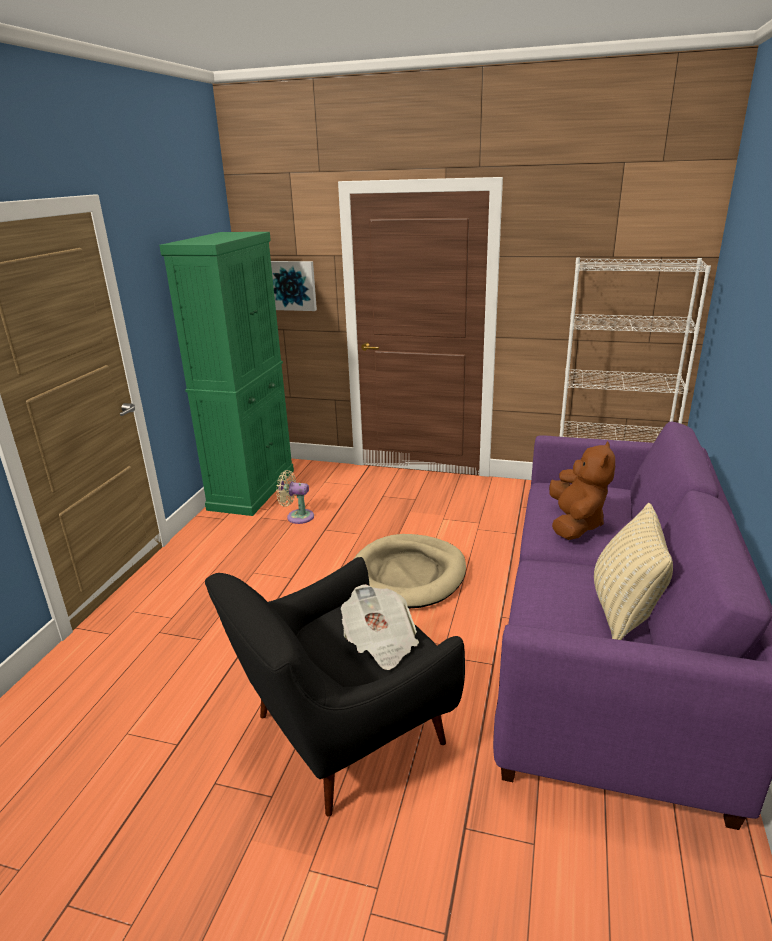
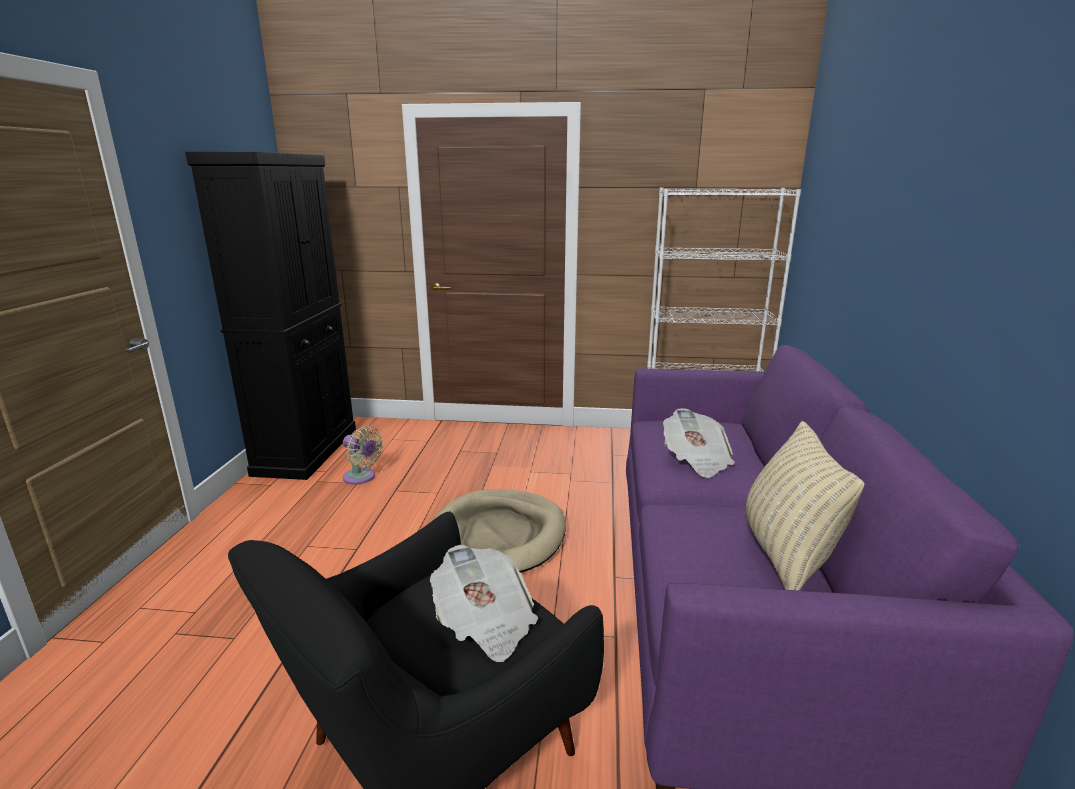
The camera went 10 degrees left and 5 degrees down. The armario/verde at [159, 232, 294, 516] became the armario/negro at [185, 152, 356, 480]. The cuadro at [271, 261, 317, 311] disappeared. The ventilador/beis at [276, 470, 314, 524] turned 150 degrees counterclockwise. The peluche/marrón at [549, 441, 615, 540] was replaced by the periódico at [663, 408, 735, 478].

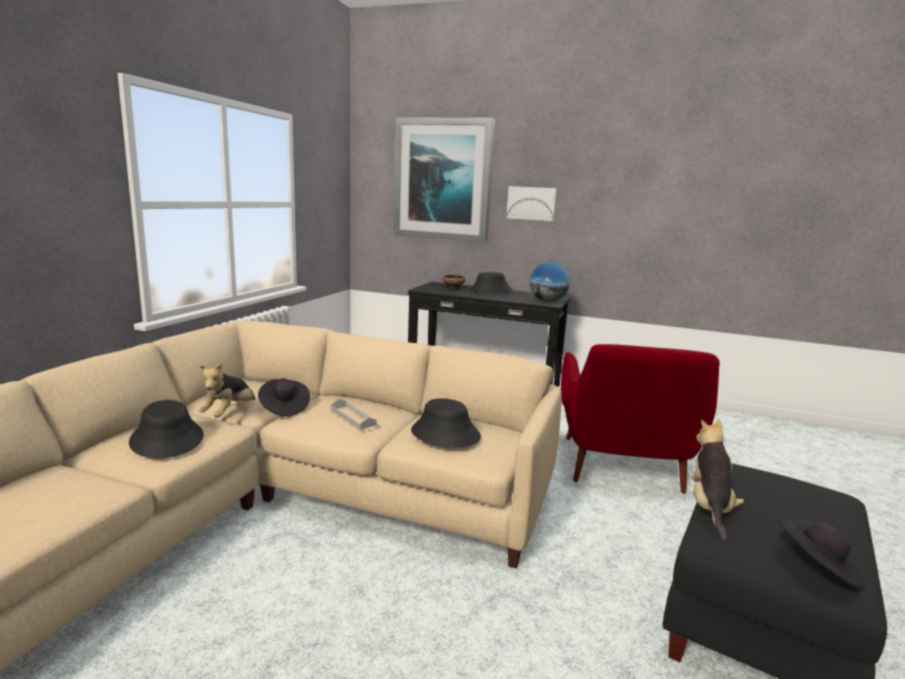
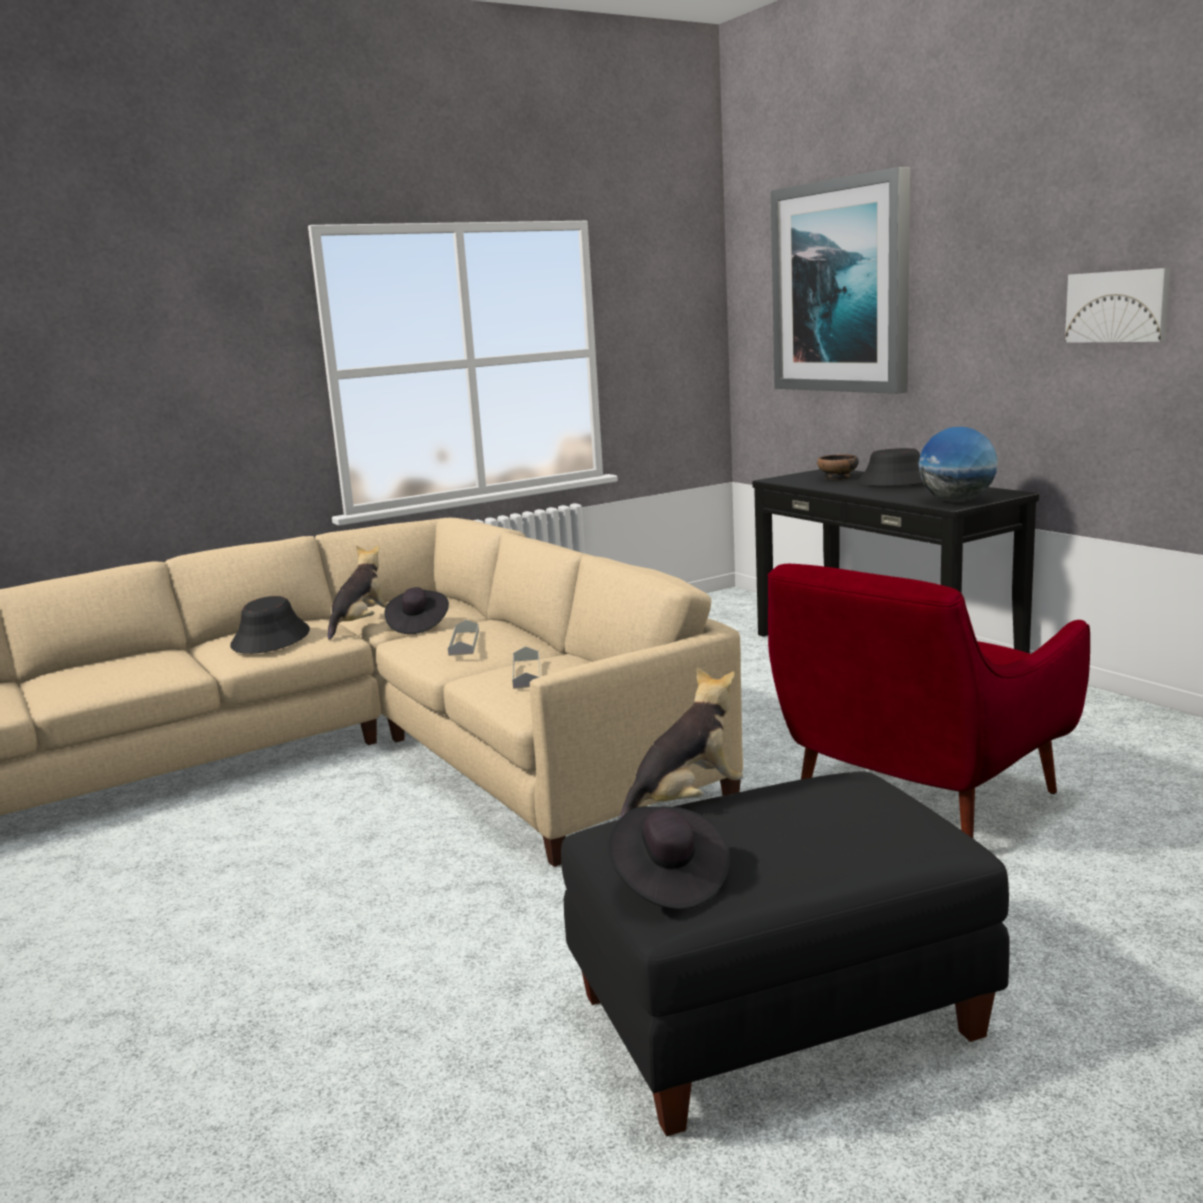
The camera went 40 degrees right and 0 degrees up. The peluche at [199, 363, 256, 418] turned 150 degrees clockwise. The sombrero/negro at [411, 398, 481, 447] was replaced by the bandeja/gris at [512, 646, 540, 689]. The cuadro moved from [506, 186, 557, 221] to [1065, 268, 1170, 343].

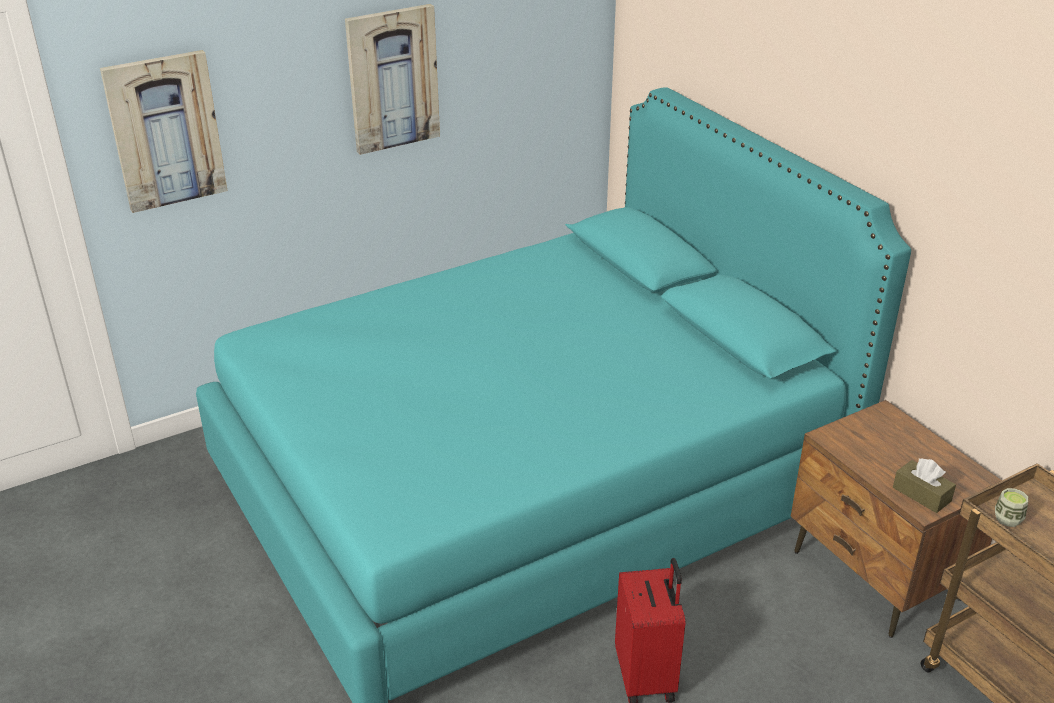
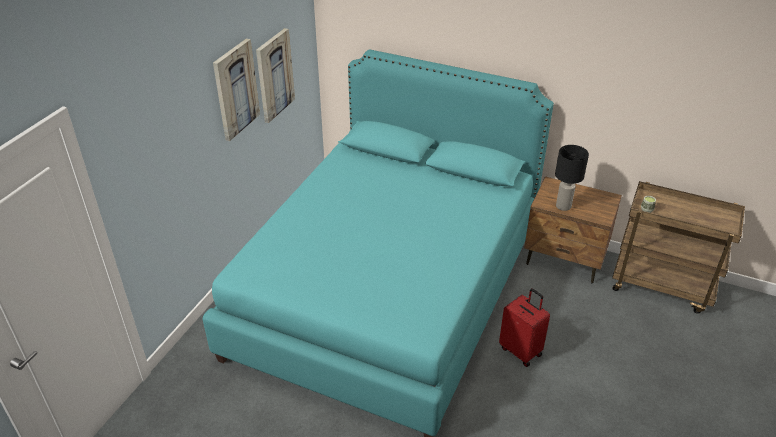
The camera went 35 degrees left and 5 degrees up. The cuadro moved from [100, 50, 227, 213] to [256, 28, 295, 123]. The caja de pañuelos/marrón at [893, 458, 956, 513] disappeared. The lámpara de mesa/negro at [555, 145, 589, 211] appeared.

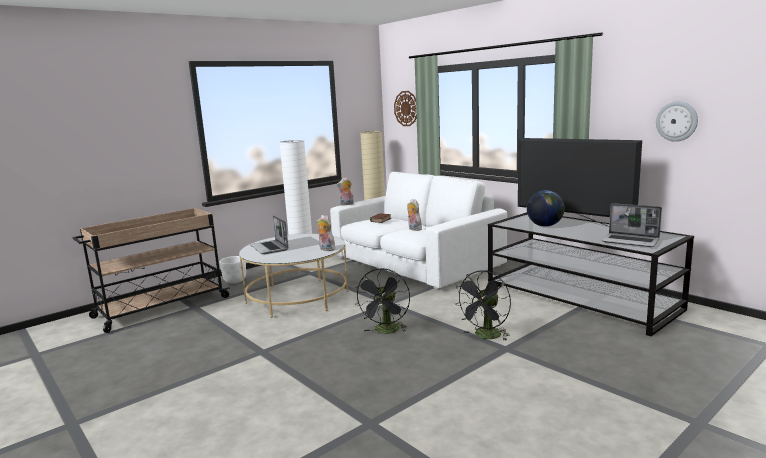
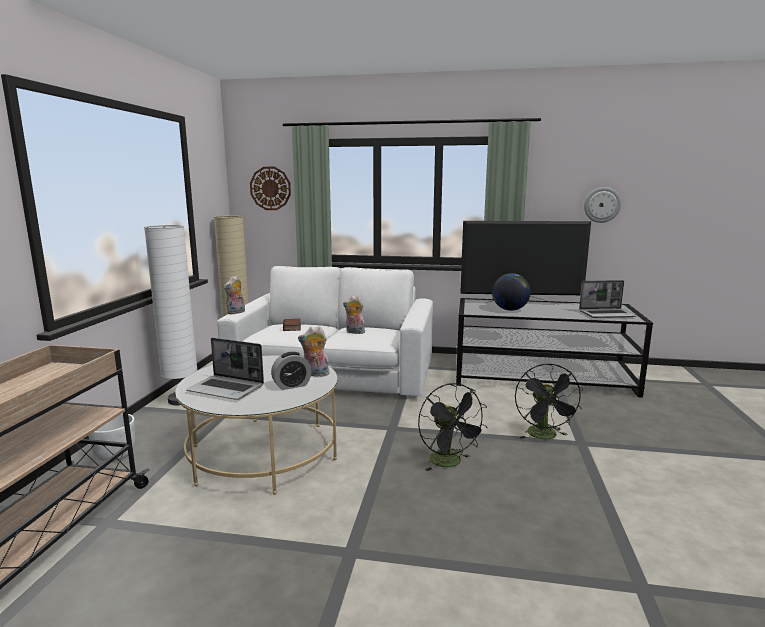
The camera went 40 degrees left and 0 degrees up. The despertador at [271, 352, 311, 390] appeared.

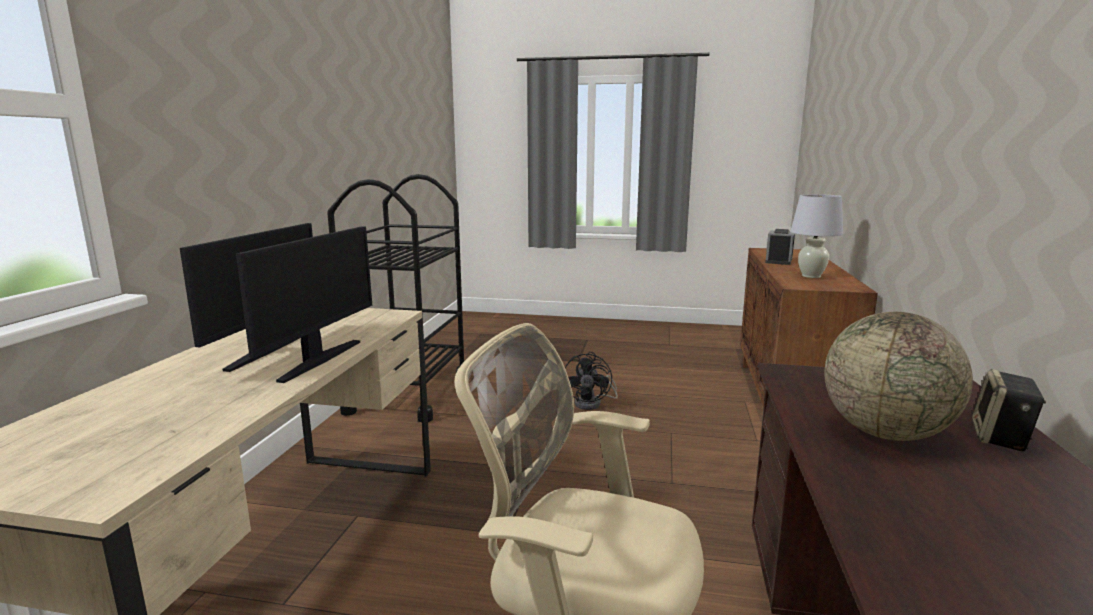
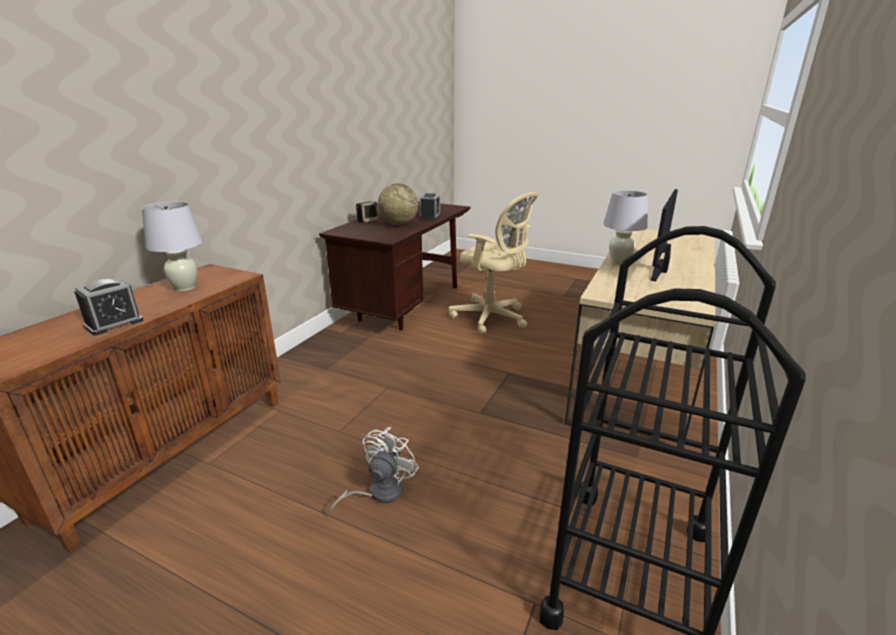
The camera went 165 degrees left and 10 degrees up. The monitor at [236, 226, 372, 383] was replaced by the lámpara de mesa/blanco at [603, 190, 648, 264]. The ventilador/negro at [565, 352, 618, 410] became the ventilador/blanco at [328, 427, 419, 516]. The despertador at [419, 193, 440, 220] appeared.

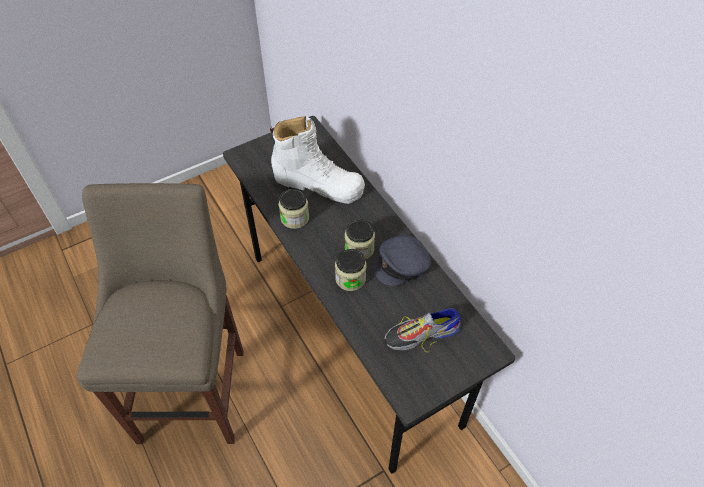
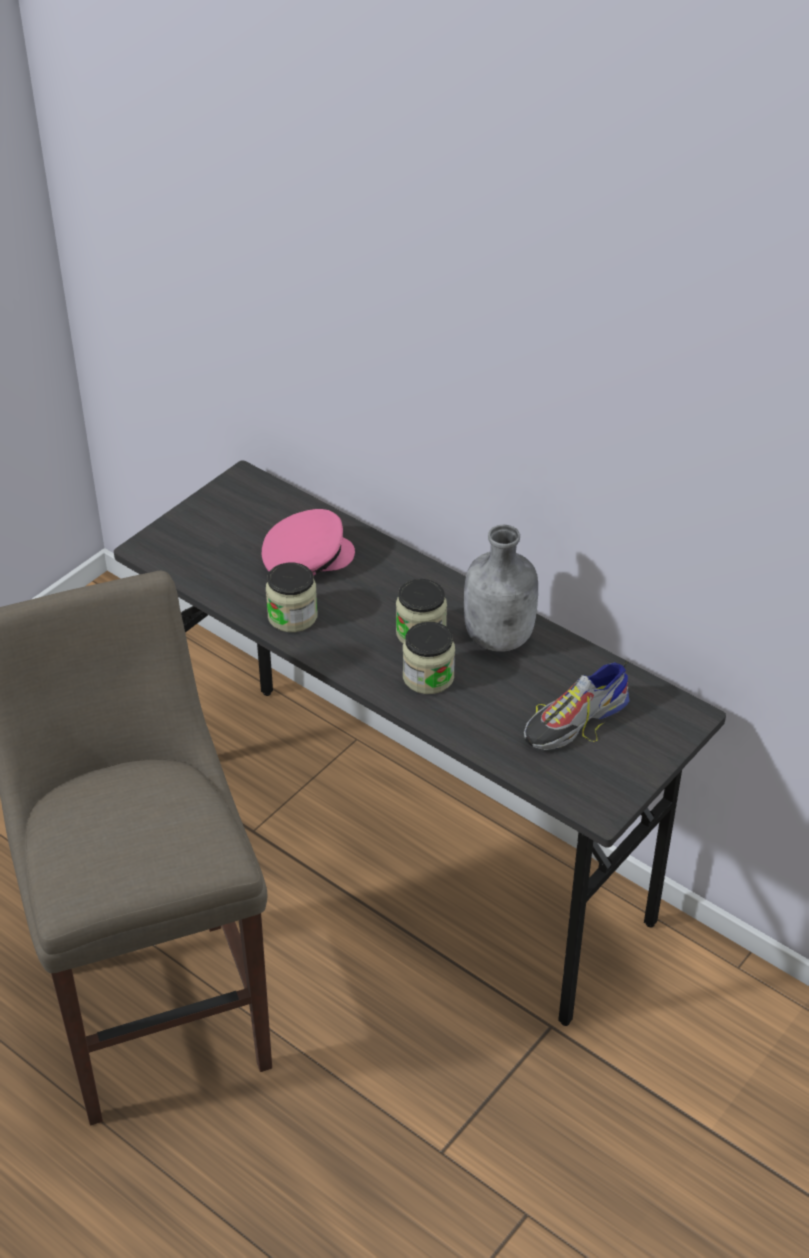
The camera went 20 degrees left and 10 degrees down. The bota/blanco at [270, 116, 365, 204] was replaced by the gorra/rosa at [262, 509, 355, 575]. The gorra/gris at [373, 235, 431, 286] was replaced by the botella/gris at [464, 525, 538, 652].

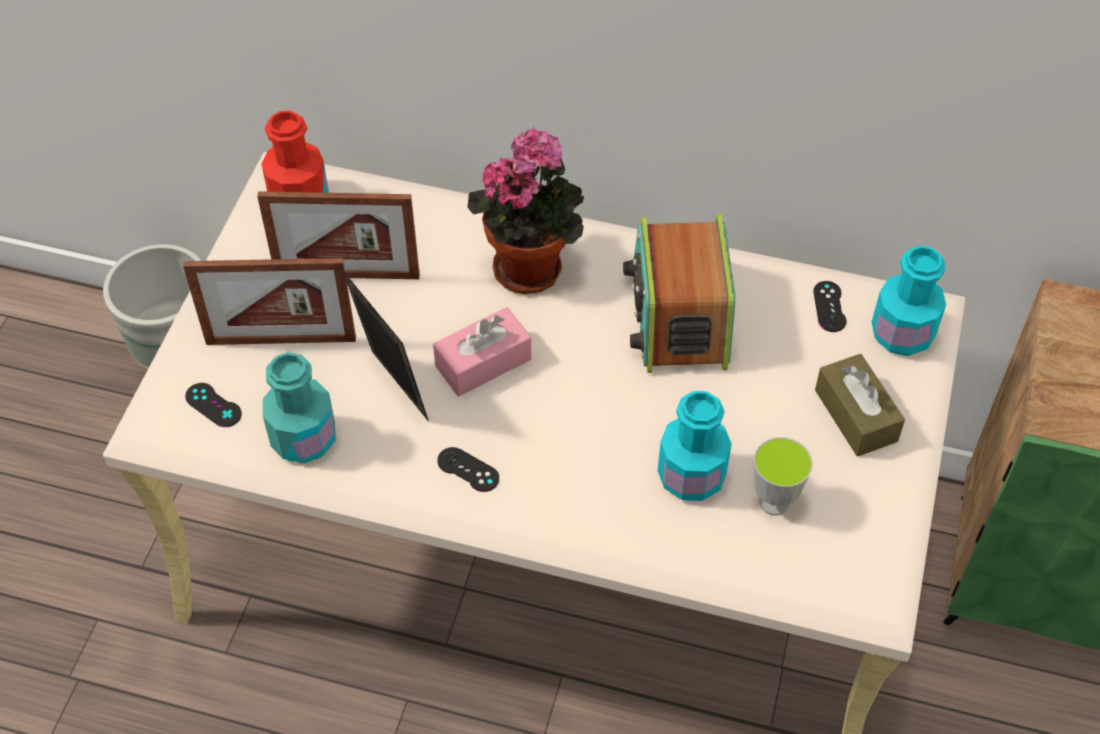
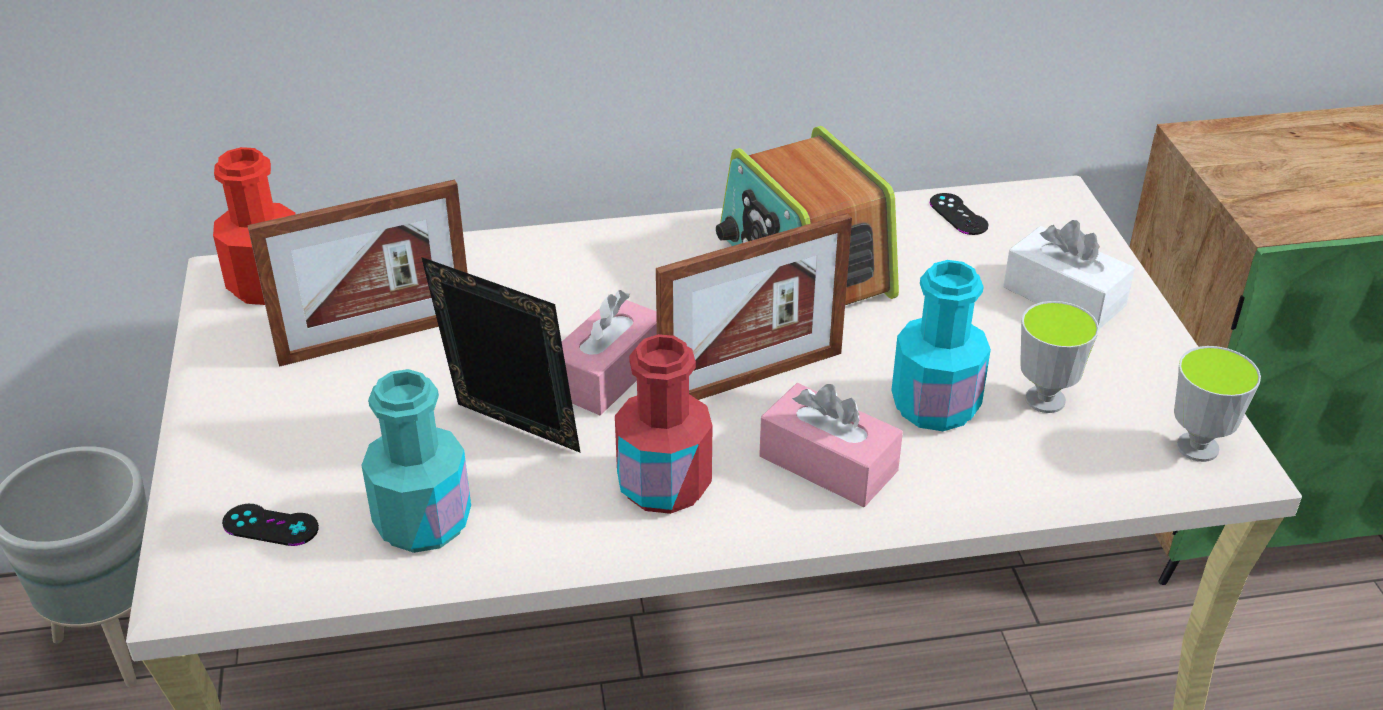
The camera went 25 degrees left and 15 degrees down. The portarretratos moved from [183, 258, 356, 345] to [656, 213, 852, 400]. The mando de consola/negro at [437, 447, 499, 492] was replaced by the botella/rojo at [615, 334, 712, 514]. The planta en maceta at [467, 127, 584, 294] disappeared. The caja de pañuelos/marrón at [815, 354, 905, 456] became the caja de pañuelos/blanco at [1003, 220, 1135, 329]. The botella/turquesa at [871, 246, 946, 356] disappeared. The caja de pañuelos/rosa at [759, 383, 903, 507] appeared. The taza at [1174, 346, 1261, 462] appeared.

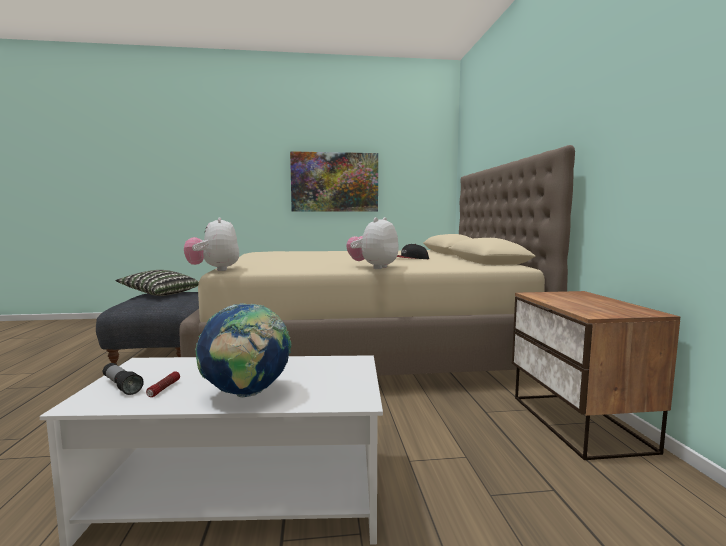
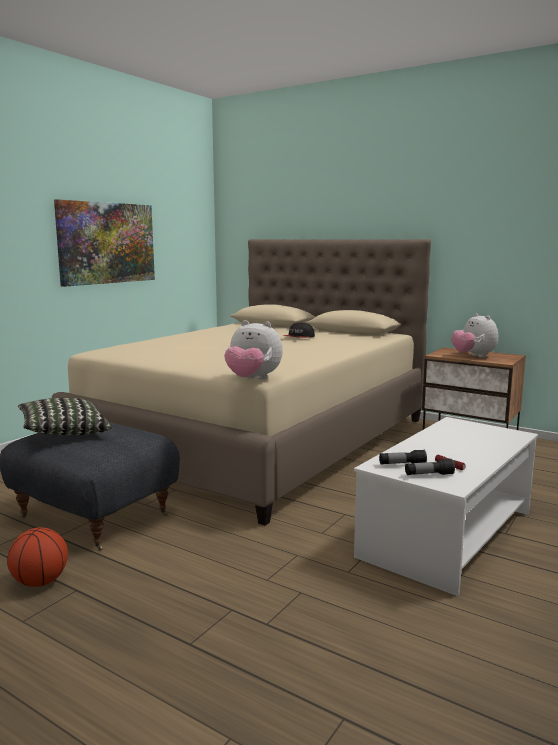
The camera went 50 degrees left and 5 degrees up. The globo terráqueo at [195, 303, 291, 398] disappeared. The peluche moved from [346, 217, 399, 269] to [452, 313, 498, 358]. The balón de baloncesto at [7, 527, 68, 587] appeared. The linterna at [379, 450, 427, 464] appeared.

